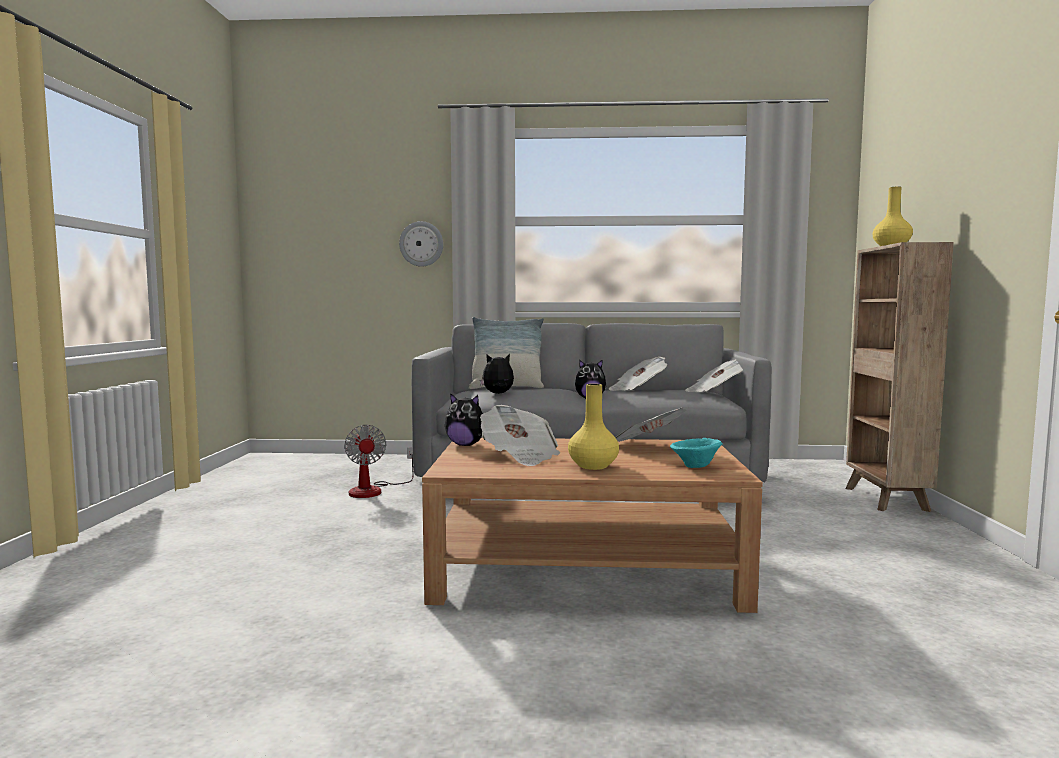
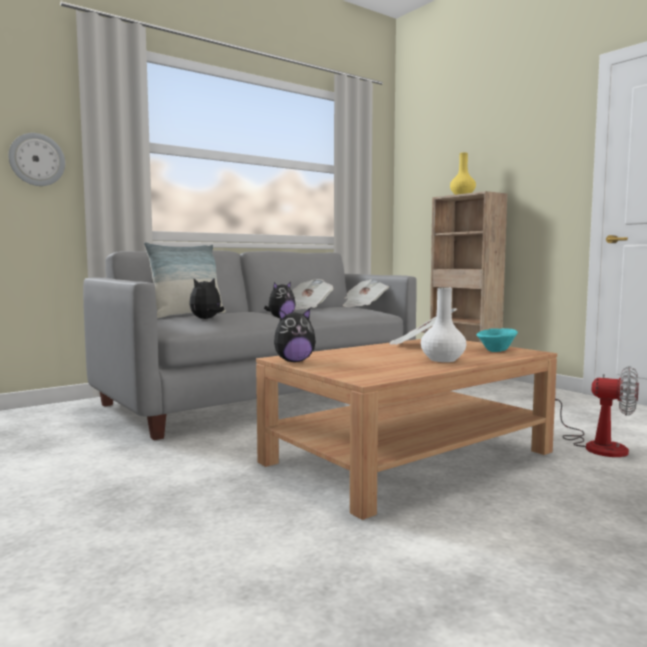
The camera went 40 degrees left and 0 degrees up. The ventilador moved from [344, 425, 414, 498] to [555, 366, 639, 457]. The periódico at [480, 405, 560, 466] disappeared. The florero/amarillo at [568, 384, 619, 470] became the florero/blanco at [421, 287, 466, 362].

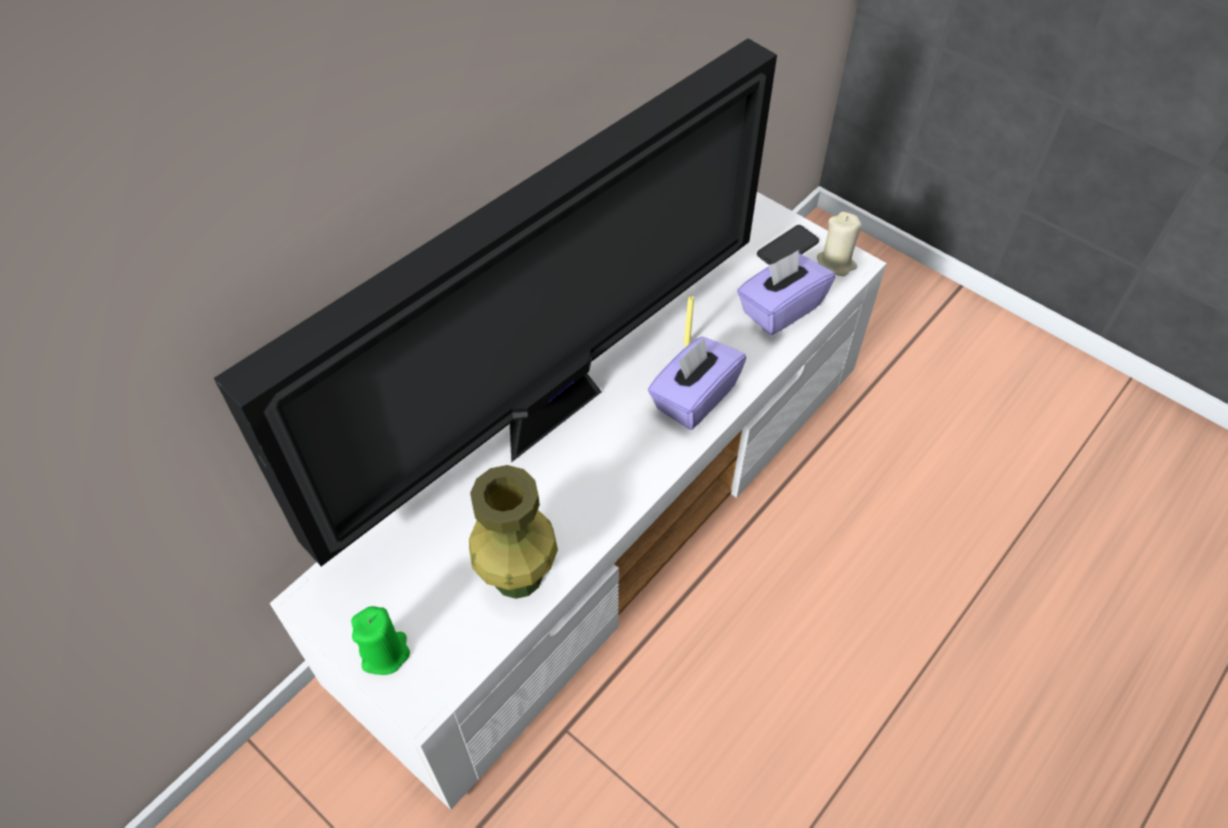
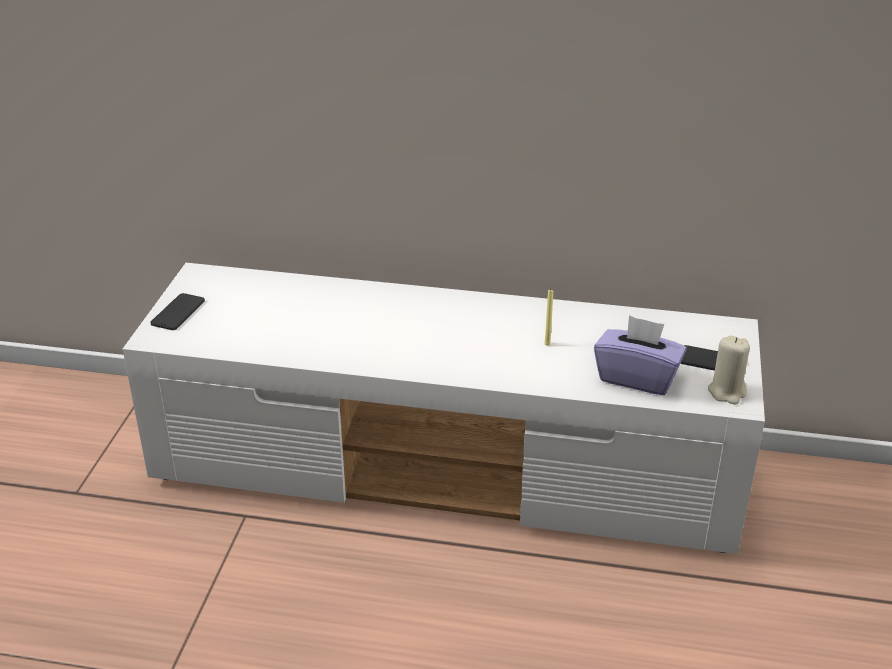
The camera went 60 degrees right and 20 degrees down. The televisor at [214, 38, 777, 567] disappeared. The vela/verde at [351, 606, 410, 675] was replaced by the móvil at [151, 293, 205, 330]. The florero/verde at [469, 465, 558, 599] disappeared. The caja de pañuelos/morado at [648, 336, 746, 430] disappeared.

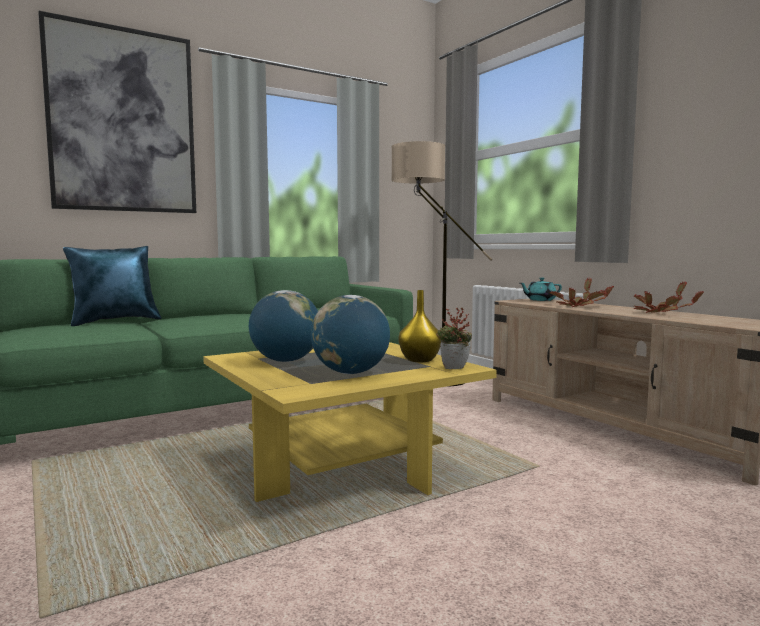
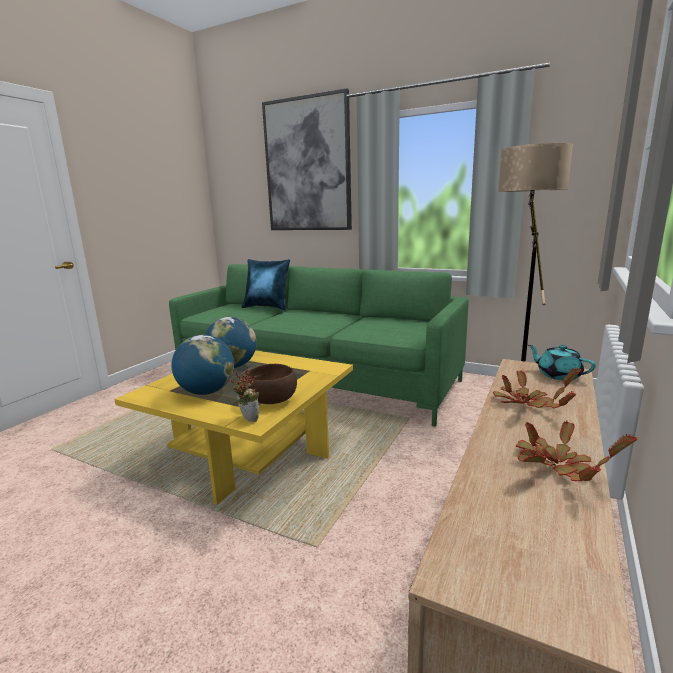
The camera went 60 degrees right and 10 degrees up. The florero/amarillo at [399, 290, 441, 362] was replaced by the cuenco/marrón at [247, 364, 297, 404].

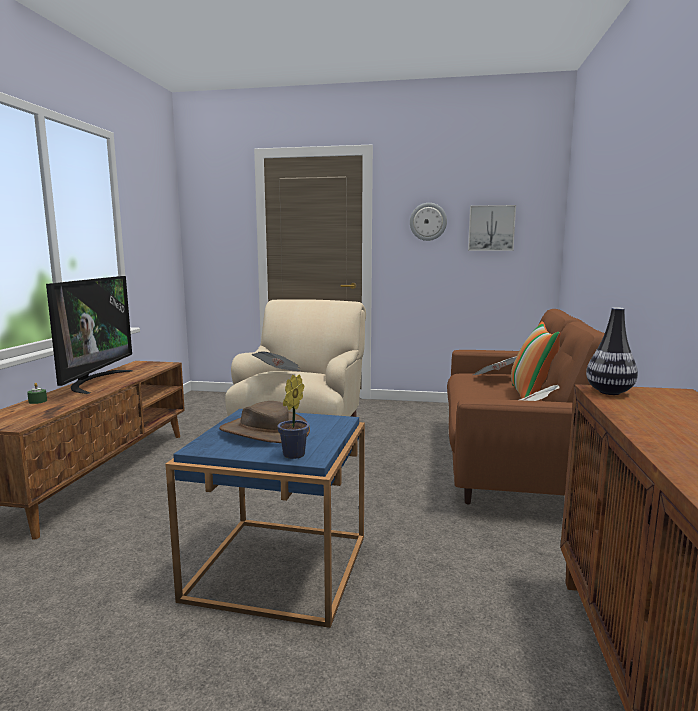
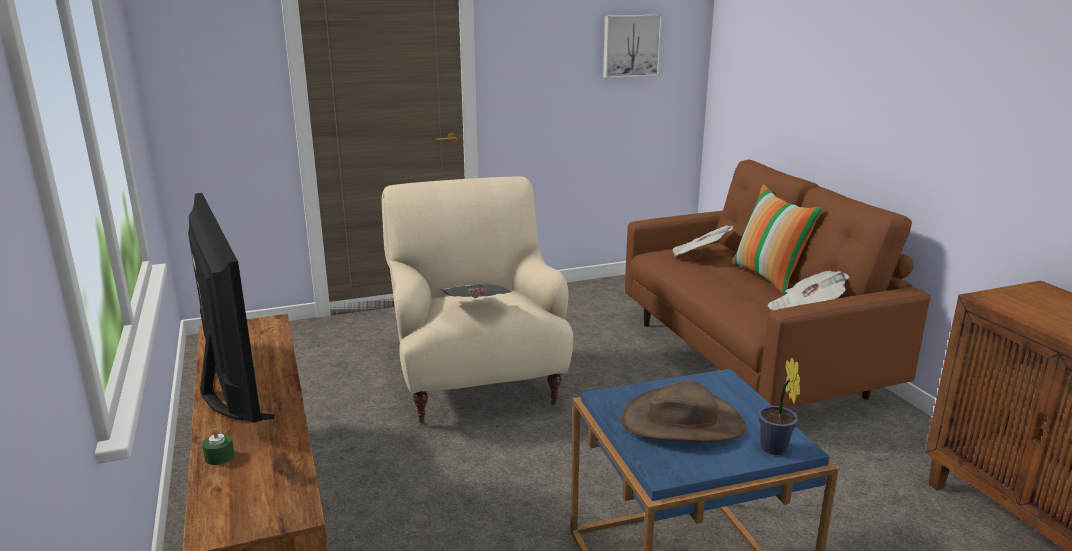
The camera went 30 degrees left and 10 degrees up. The reloj de pared at [410, 203, 447, 241] disappeared. The florero at [586, 307, 638, 395] disappeared.

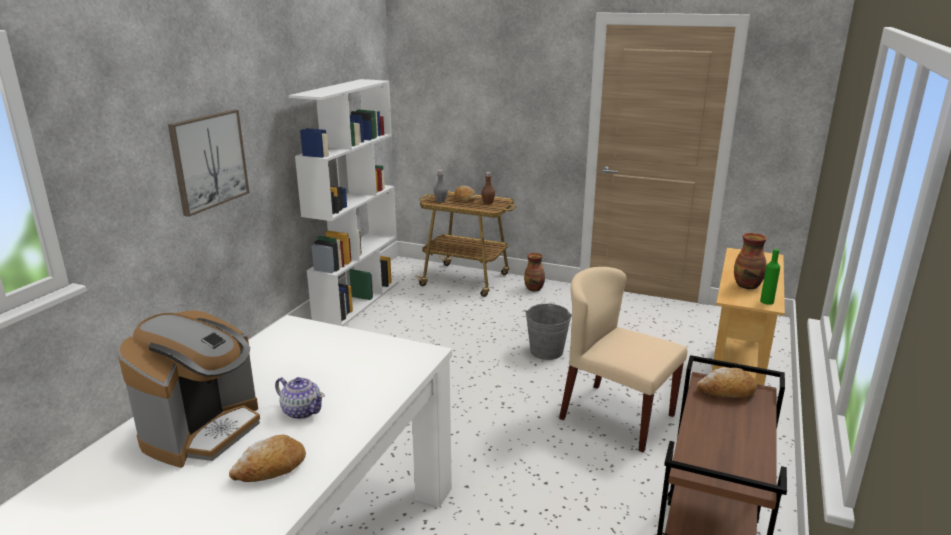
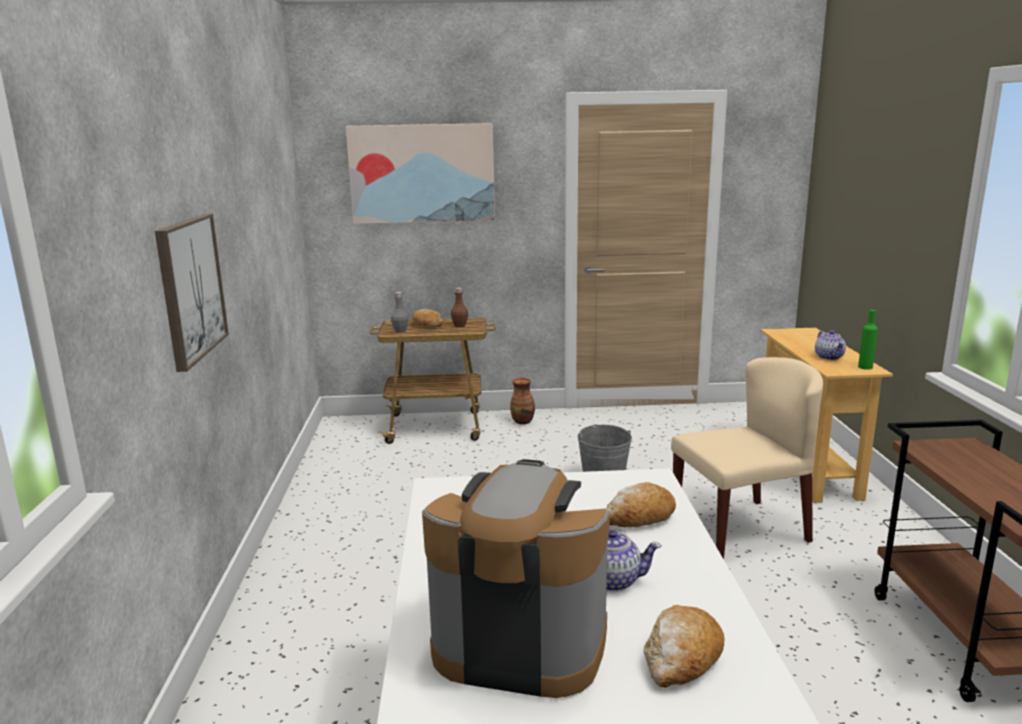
The camera went 25 degrees left and 5 degrees down. The cafetera at [117, 310, 260, 468] turned 75 degrees counterclockwise. The estantería/blanco at [289, 79, 399, 326] disappeared. The silla/beis at [559, 267, 687, 452] turned 150 degrees clockwise. The pan moved from [697, 368, 757, 398] to [606, 482, 676, 527]. The florero at [734, 233, 767, 290] was replaced by the tetera at [815, 330, 846, 360]. The cuadro at [346, 123, 495, 224] appeared.

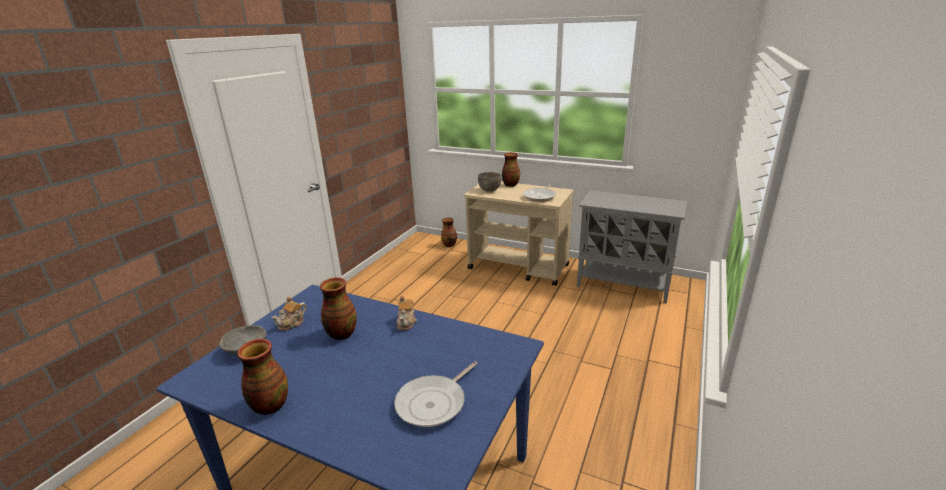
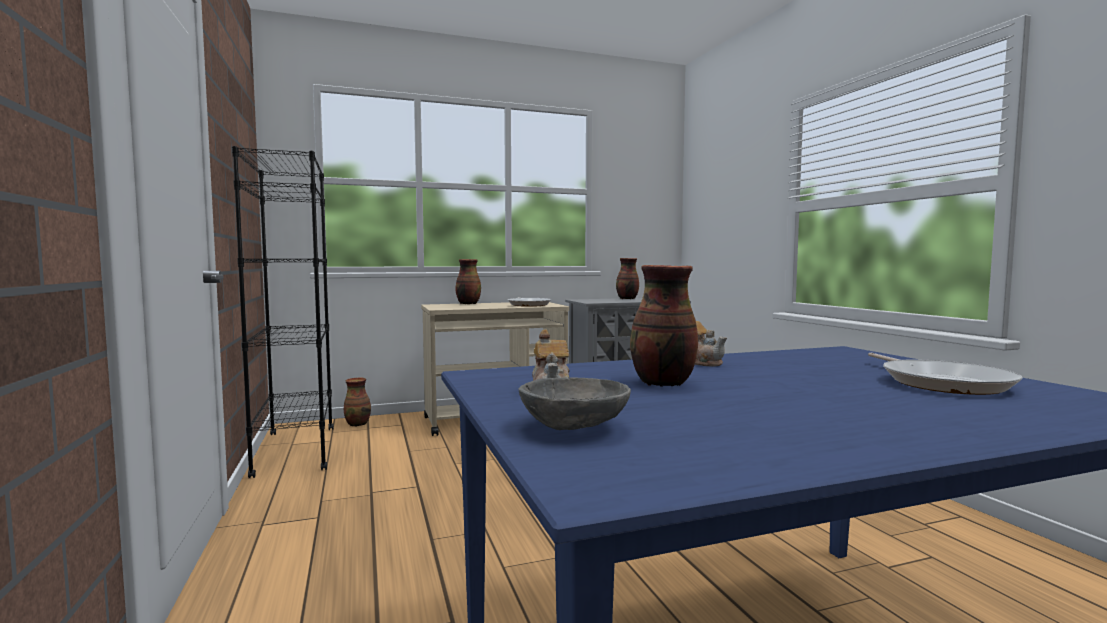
The camera went 45 degrees left and 20 degrees down. The florero moved from [237, 339, 288, 415] to [616, 258, 639, 299]. The cuenco/gris at [478, 172, 501, 192] disappeared. The estantería/negro at [232, 146, 333, 478] appeared.

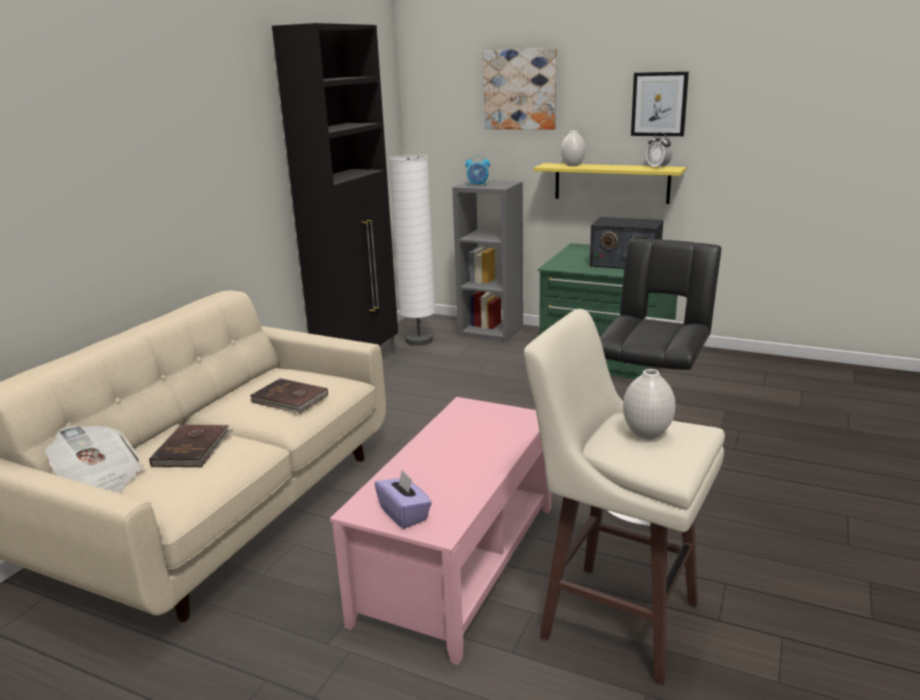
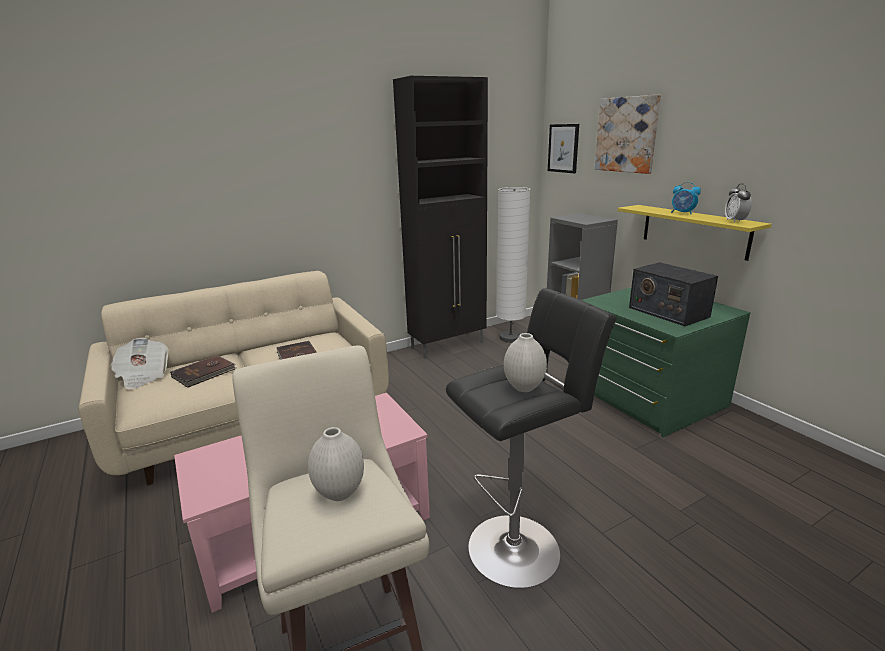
The camera went 35 degrees right and 0 degrees up. The caja de pañuelos/morado at [375, 470, 432, 529] disappeared. The despertador moved from [465, 155, 490, 186] to [671, 182, 701, 214]. The florero/blanco moved from [561, 131, 586, 166] to [504, 333, 547, 392]. The cuadro moved from [631, 71, 689, 136] to [548, 124, 579, 173].

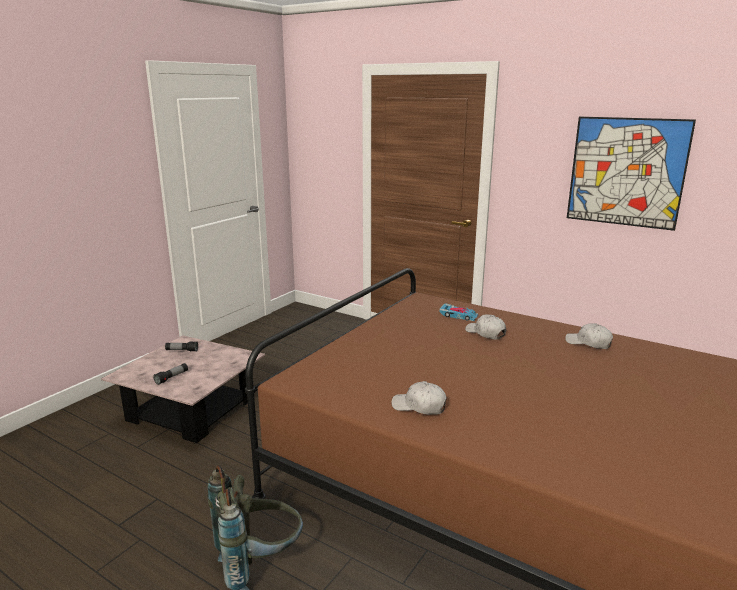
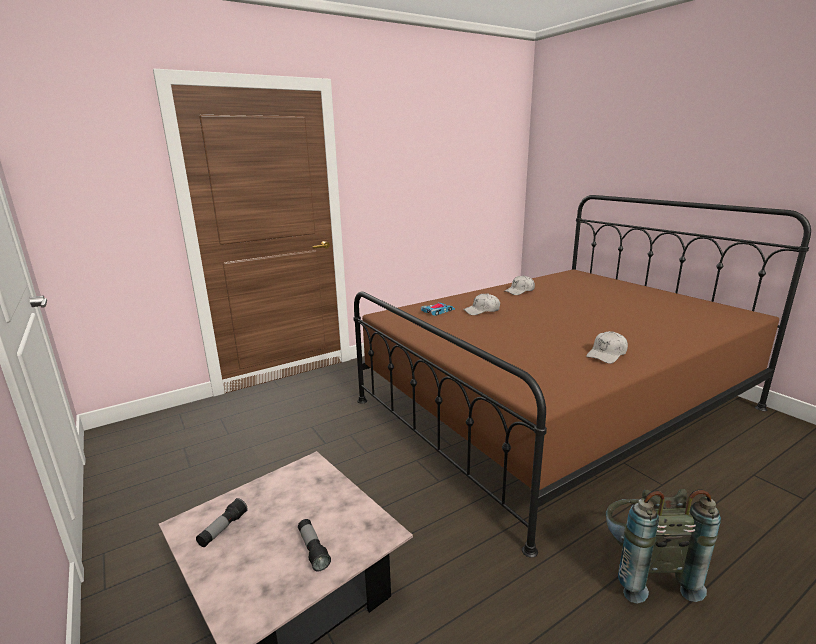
The camera went 65 degrees left and 0 degrees up. The cuadro at [567, 117, 696, 231] disappeared.

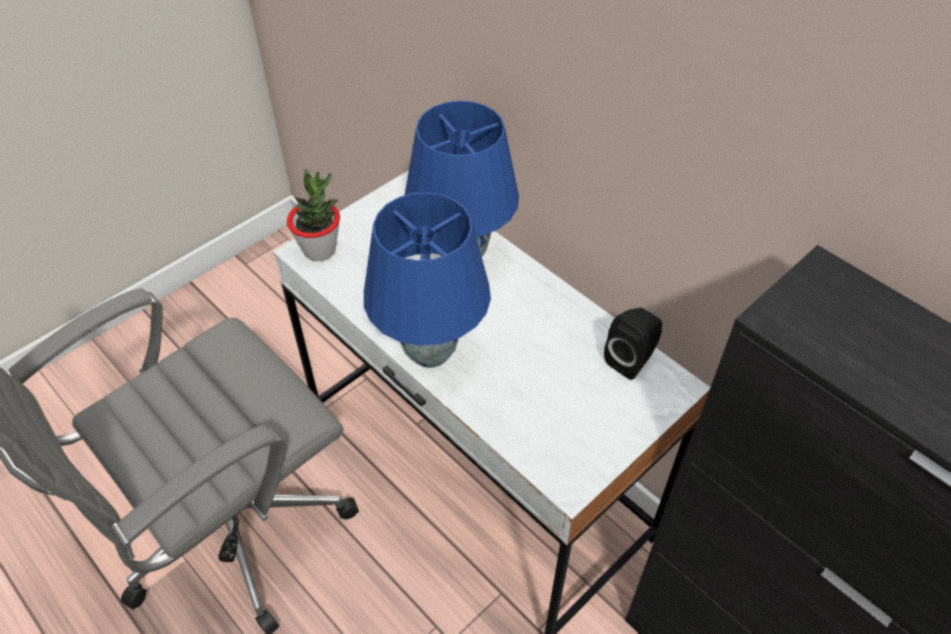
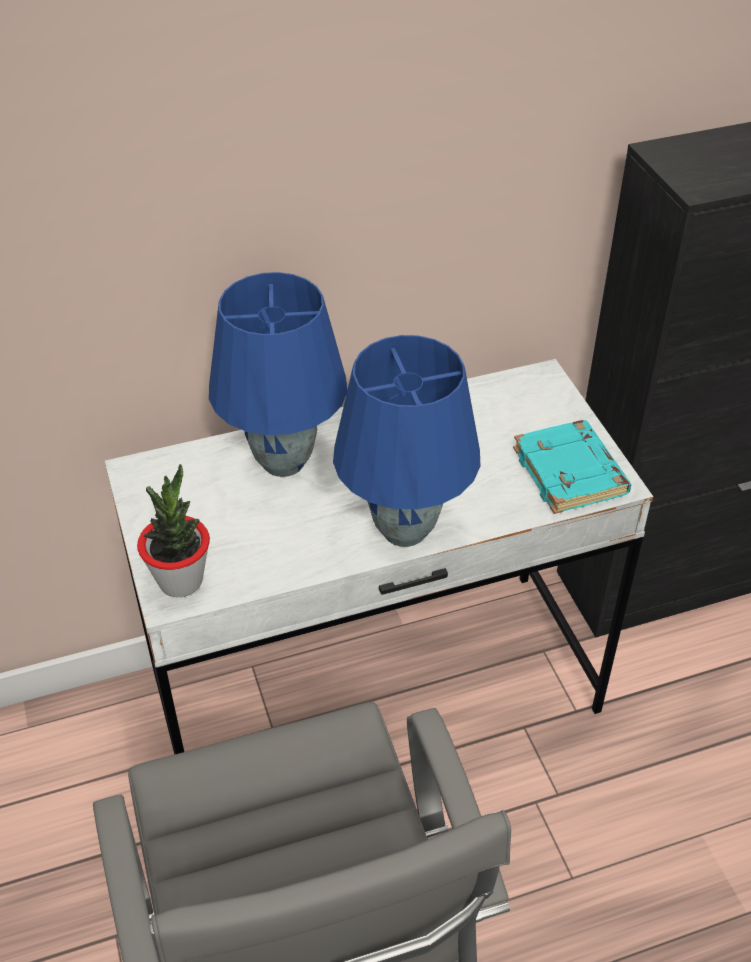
The camera went 65 degrees left and 5 degrees down. The altavoz/negro at [604, 308, 662, 380] disappeared. The libro/turquesa at [513, 420, 631, 514] appeared.

